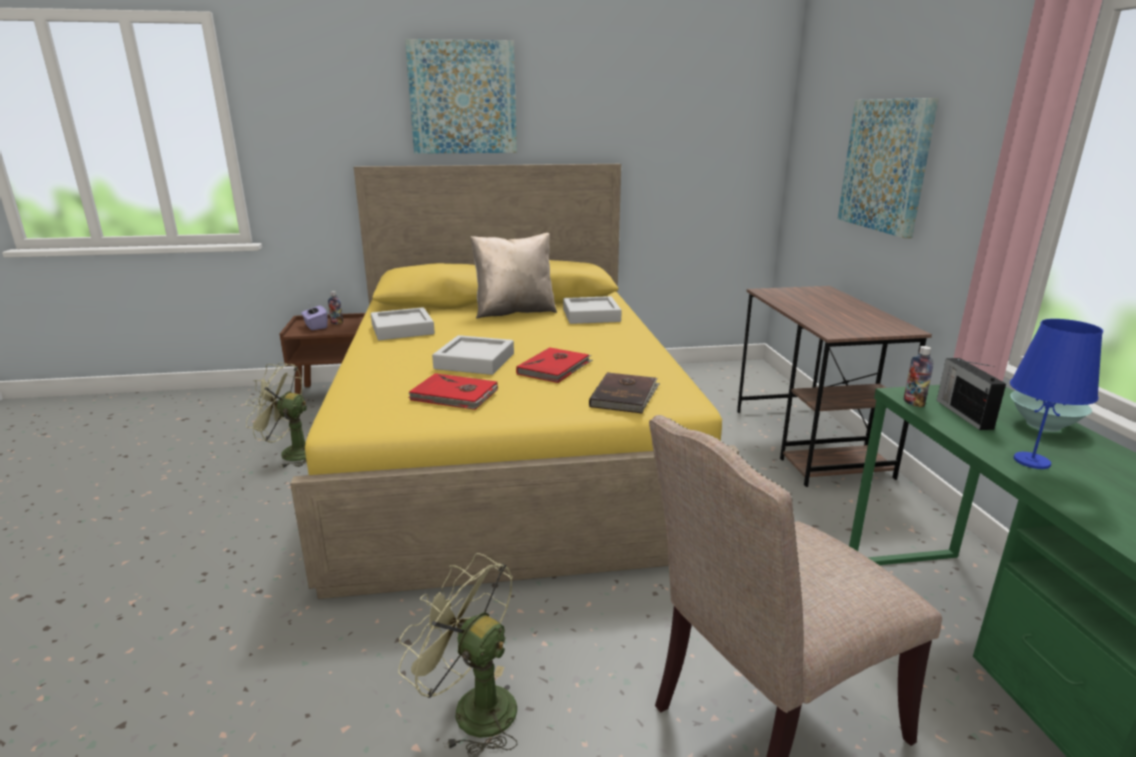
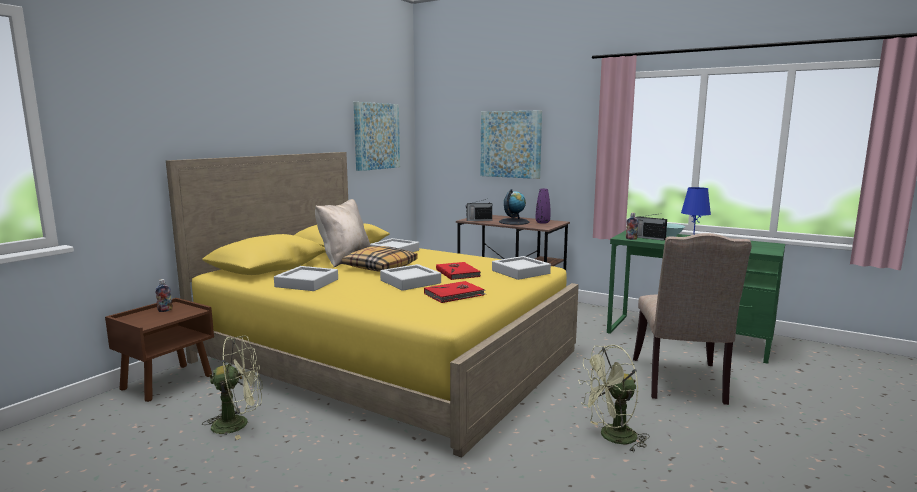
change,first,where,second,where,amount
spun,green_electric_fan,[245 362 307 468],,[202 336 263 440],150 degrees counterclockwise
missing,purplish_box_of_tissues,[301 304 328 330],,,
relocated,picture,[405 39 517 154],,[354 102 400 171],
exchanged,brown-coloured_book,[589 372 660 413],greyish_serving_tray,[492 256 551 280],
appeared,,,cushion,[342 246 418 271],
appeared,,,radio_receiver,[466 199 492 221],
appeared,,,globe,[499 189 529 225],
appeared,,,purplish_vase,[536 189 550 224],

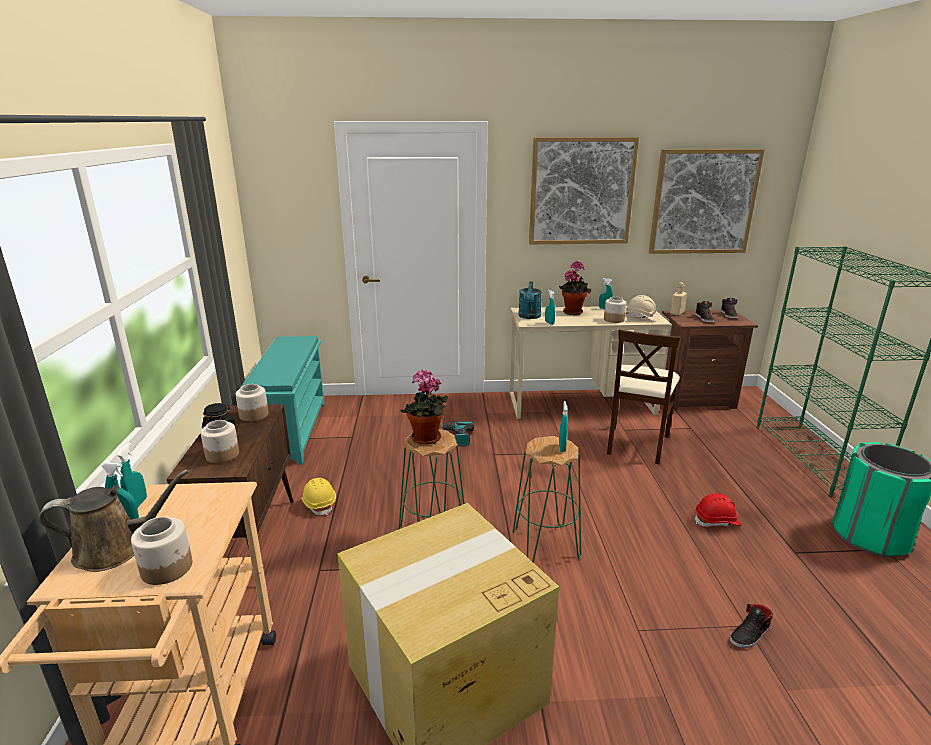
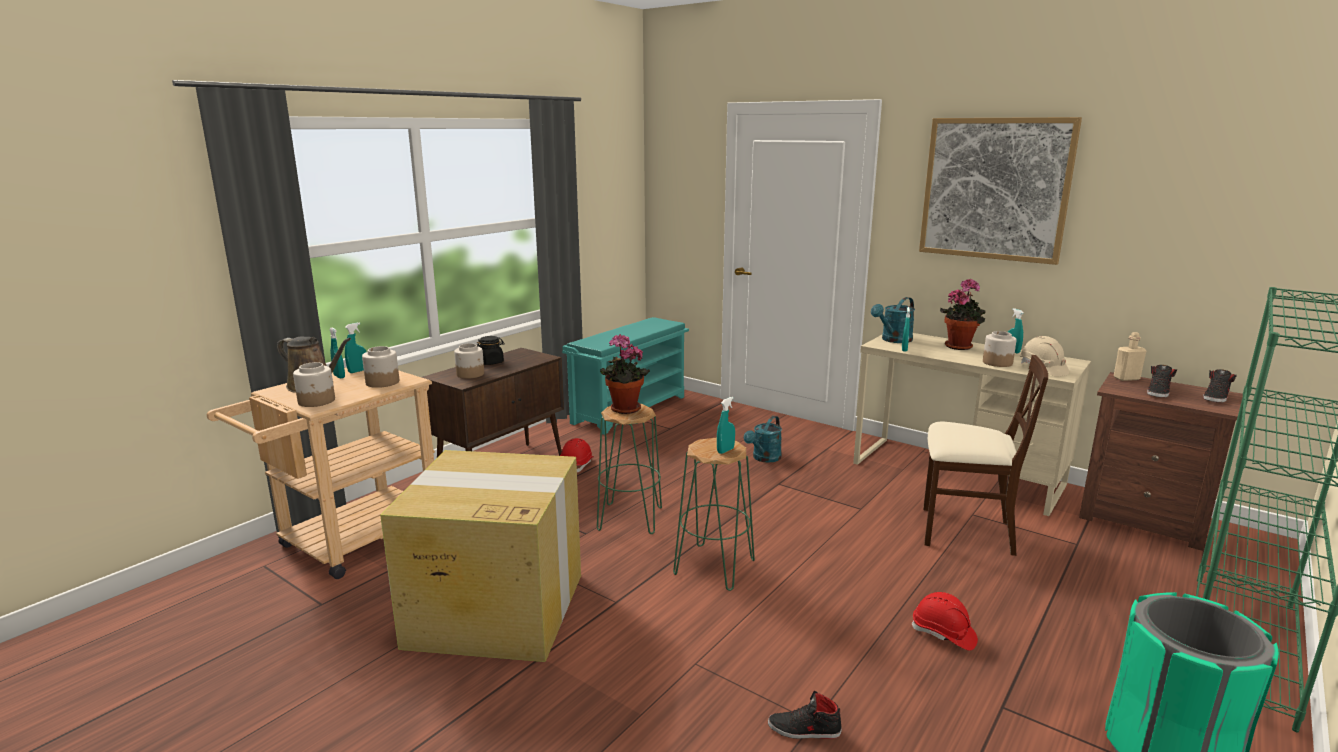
change,first,where,second,where,amount
relocated,jar,[236 384 269 422],,[362 346 399 388],
colour,yellow-coloured_safety_helmet,[301 478 336 516],red-coloured_safety_helmet,[560 438 594 472],
exchanged,electric_drill,[439 421 474 446],turquoise_watering_pot,[744 416 782 463],
spun,sand-coloured_chair,[607 329 680 464],,[923 355 1048 556],135 degrees counterclockwise
missing,picture,[649 149 765 254],,,

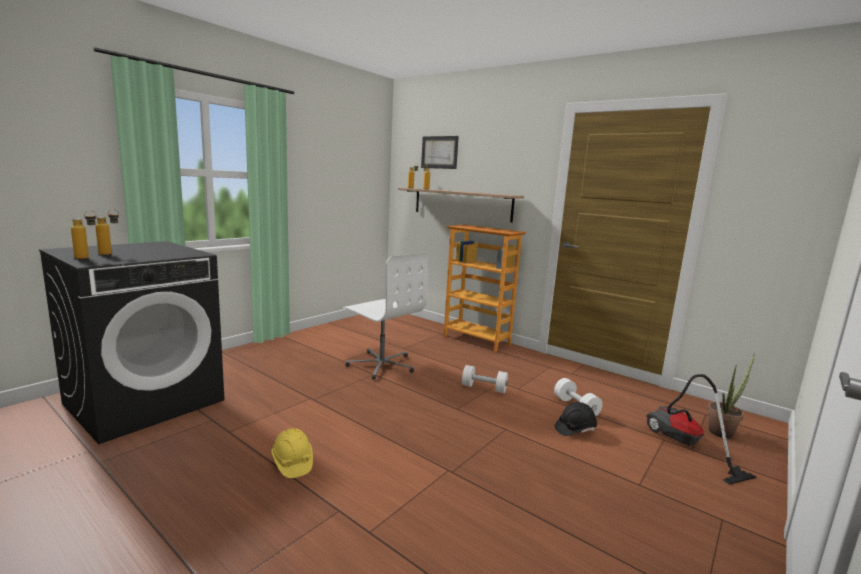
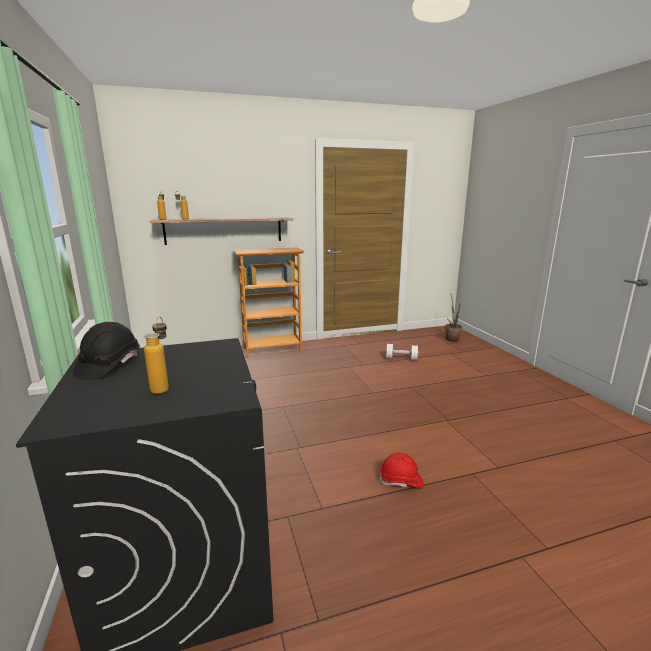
change,first,where,second,where,amount
missing,bottle,[71 211 97 259],,,
colour,yellow-coloured_safety_helmet,[271 428 313 478],red-coloured_safety_helmet,[379 453 424 488],
missing,white_desk_chair,[343 252 428 379],,,
missing,picture,[421 136 459 169],,,
missing,white_free_weight,[462 365 508 393],,,
relocated,black_safety_helmet,[554 402 597 436],,[73 322 140 380],
missing,vacuum,[646 374 757 485],,,

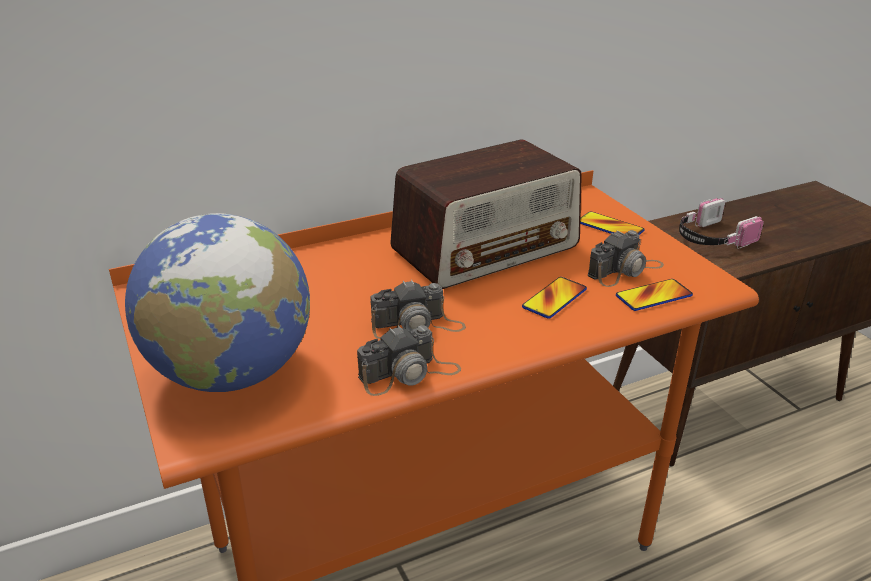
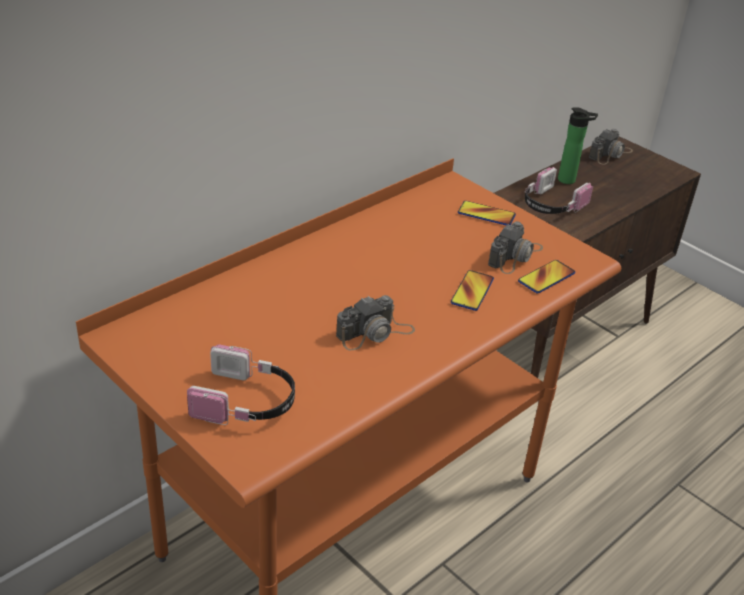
change,first,where,second,where,amount
exchanged,globe,[125 213 310 392],headset,[187 344 295 425],
relocated,still_camera,[357 325 461 396],,[589 129 633 165],
missing,radio_receiver,[390 139 582 289],,,
appeared,,,bottle,[558 107 598 184],

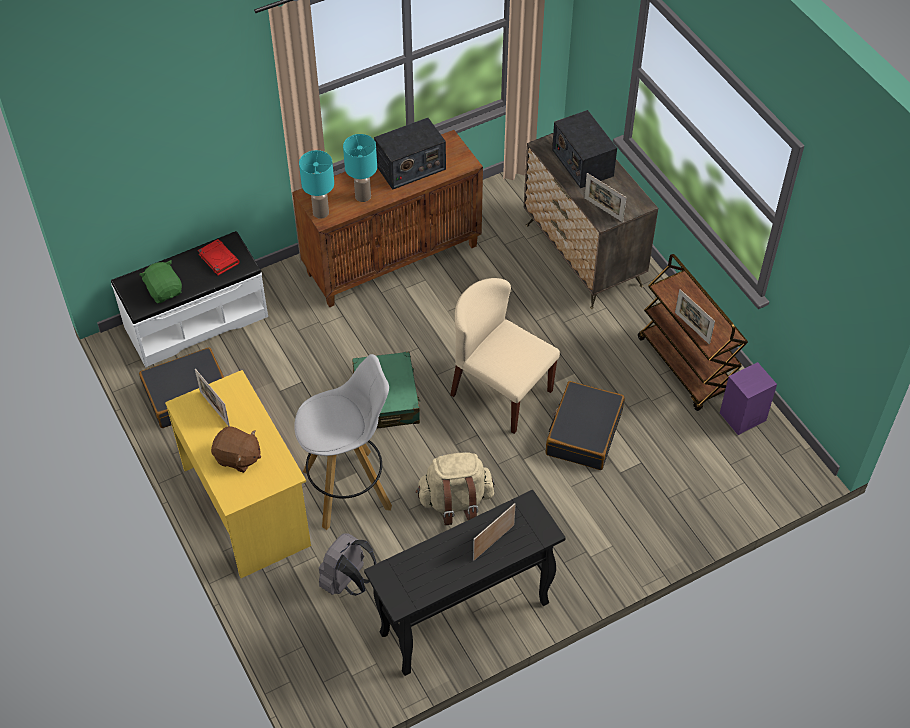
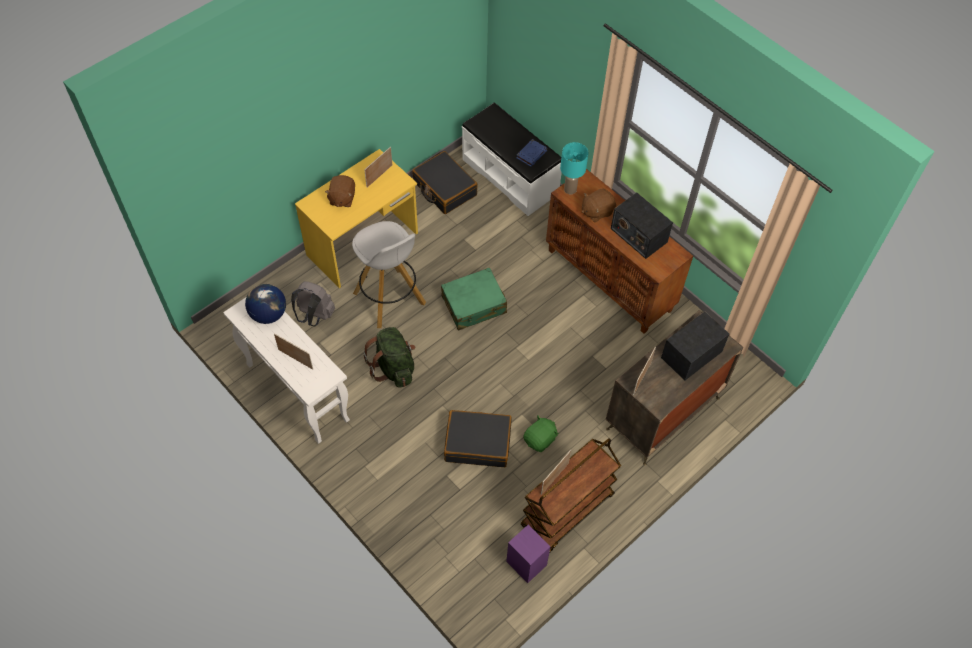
change,first,where,second,where,amount
relocated,green_soft_toy,[139 260 182 304],,[523 415 559 452],
colour,red-coloured_book,[198 239 239 275],blue-coloured_book,[516 139 548 167],
exchanged,turquoise_table_lamp,[343 134 377 202],brown-coloured_soft_toy,[582 188 616 222],
colour,black_narrow_table,[364 490 566 676],white_narrow_table,[223 297 350 444],
colour,sand-coloured_knapsack,[416 452 494 525],green_knapsack,[363 327 415 388],
missing,sand-coloured_chair,[450 278 560 434],,,
appeared,,,globe,[245 284 286 324],

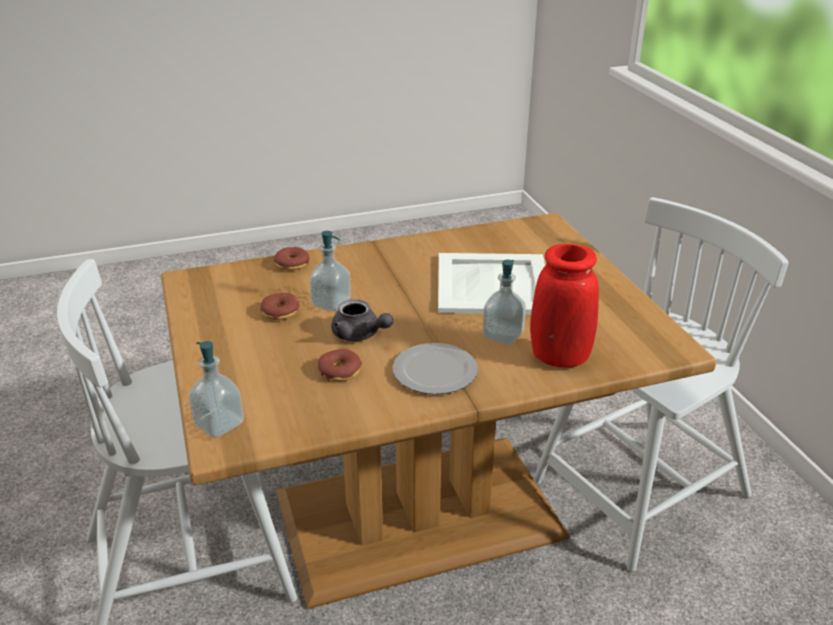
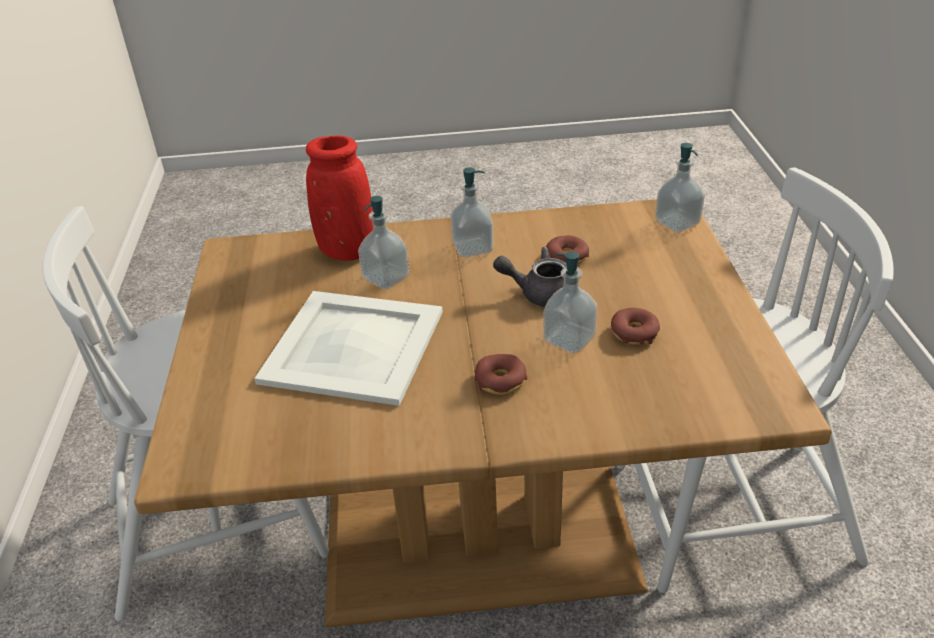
change,first,where,second,where,amount
relocated,doughnut,[274 247 309 271],,[475 354 527 395],
spun,greyish_tea_pot,[331 299 394 341],,[493 247 567 307],45 degrees counterclockwise
exchanged,flat_dish,[393 343 478 394],liquid_soap_bottle,[450 167 493 257],

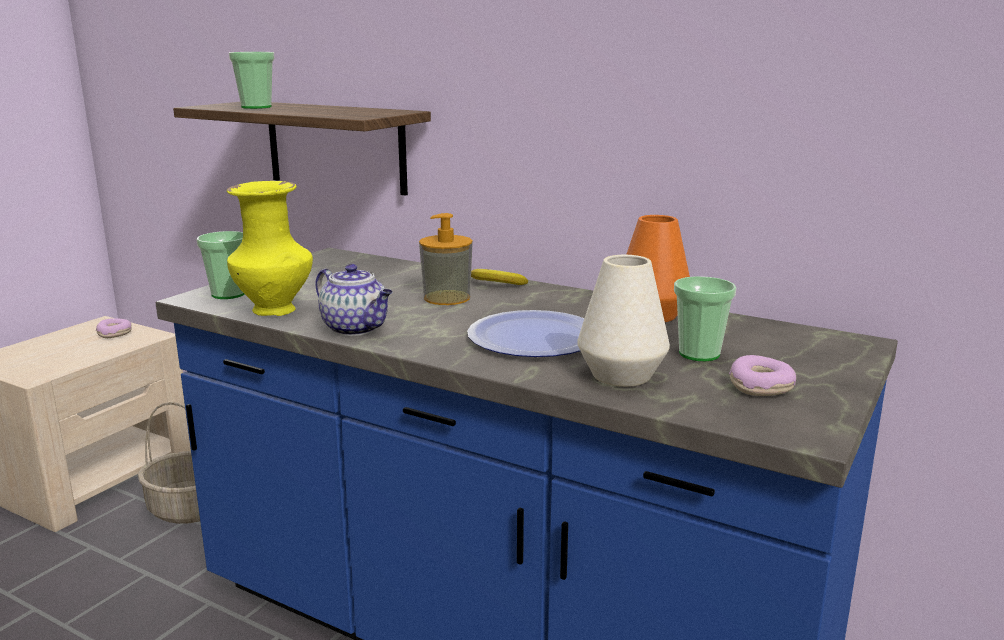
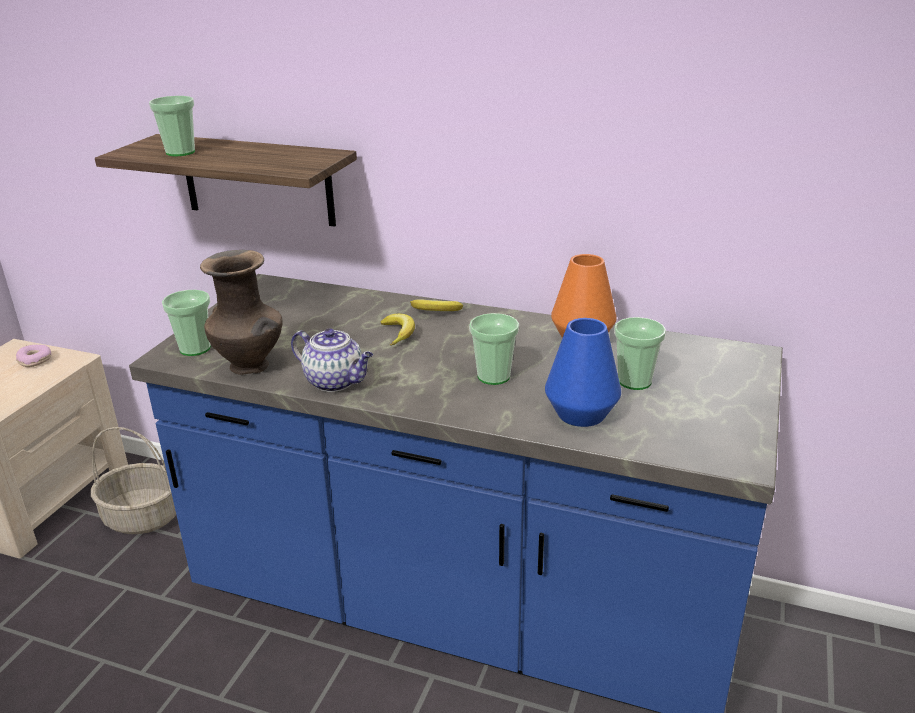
change,first,where,second,where,amount
colour,yellow-coloured_vase,[227 181 313 316],brown-coloured_vase,[200 250 283 375],
exchanged,liquid_soap_bottle,[419 213 473 305],whole_banana,[381 314 415 346],
exchanged,flat_dish,[467 310 584 357],small_cup,[469 313 519 385],
colour,white_vase,[577 255 670 387],blue-coloured_vase,[545 318 621 427],
missing,doughnut,[729 355 796 396],,,

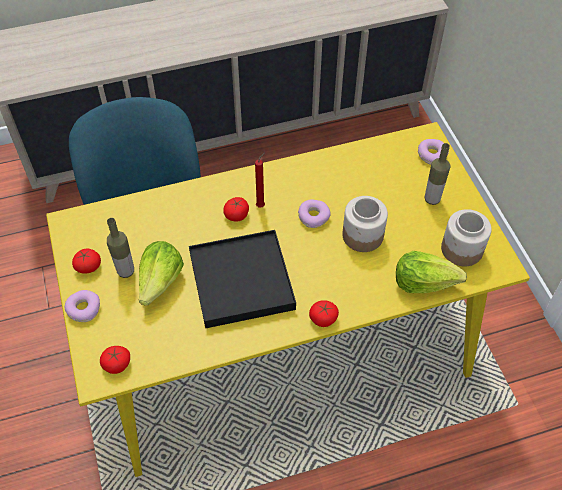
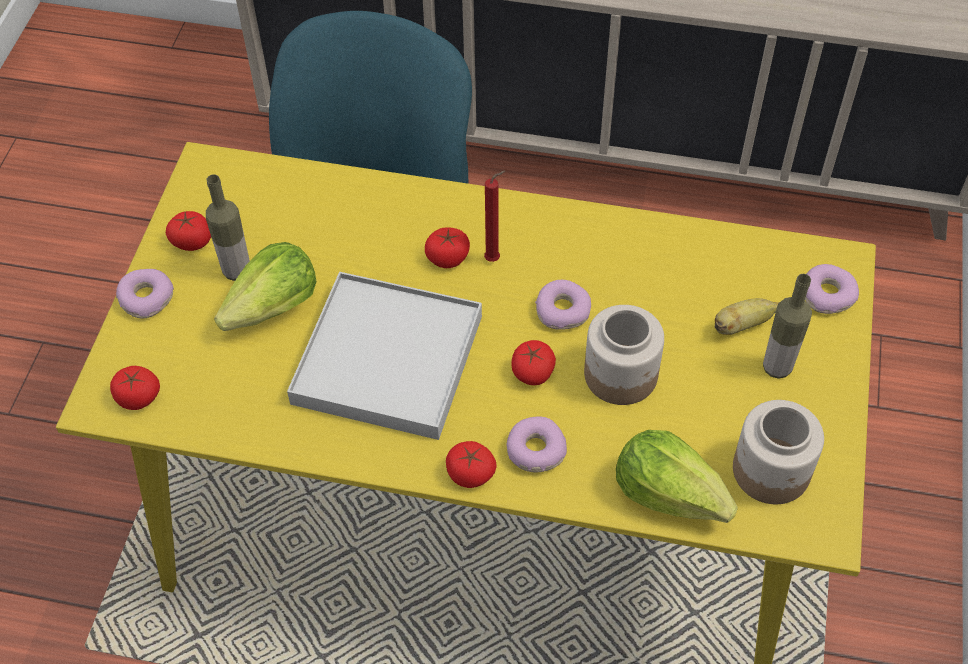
change,first,where,second,where,amount
colour,black_serving_tray,[189 230 296 328],white_serving_tray,[287 272 482 440],
appeared,,,doughnut,[507 417 567 472],
appeared,,,whole_tomato,[511 340 556 385],
appeared,,,whole_banana,[715 298 779 335],

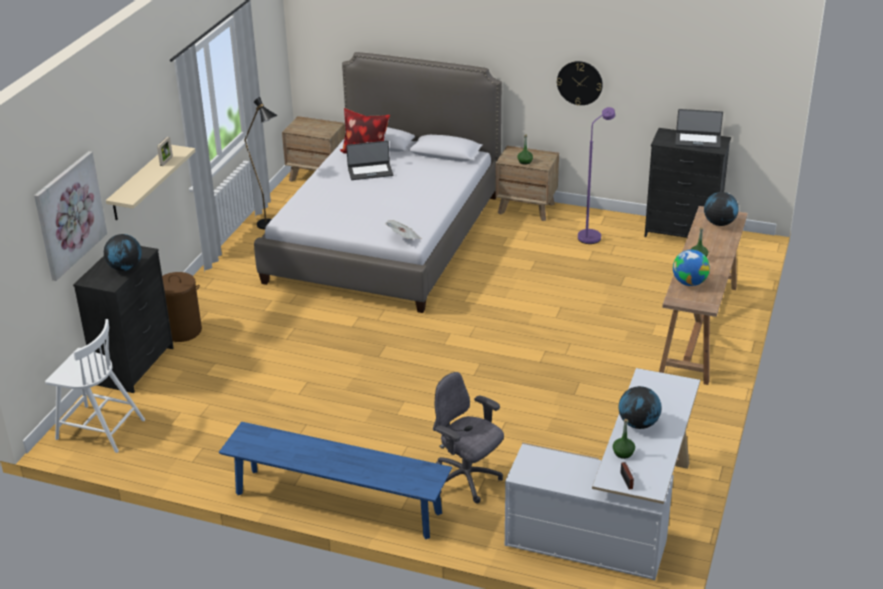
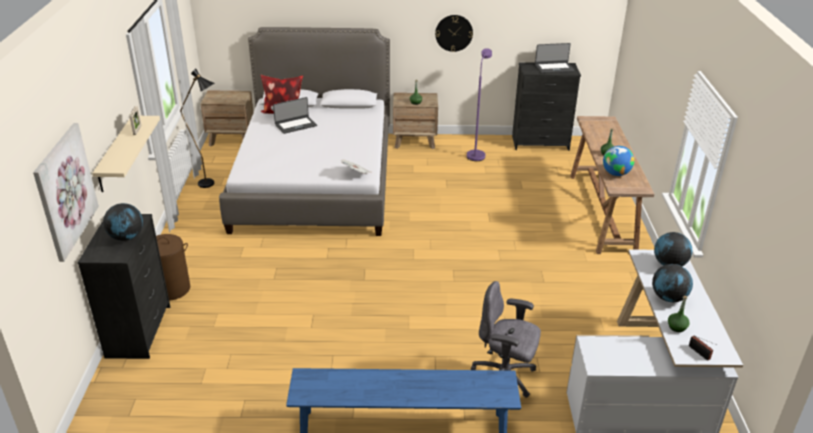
change,first,where,second,where,amount
missing,white_chair,[45 319 145 453],,,
relocated,globe,[704 192 739 226],,[654 232 692 266],

